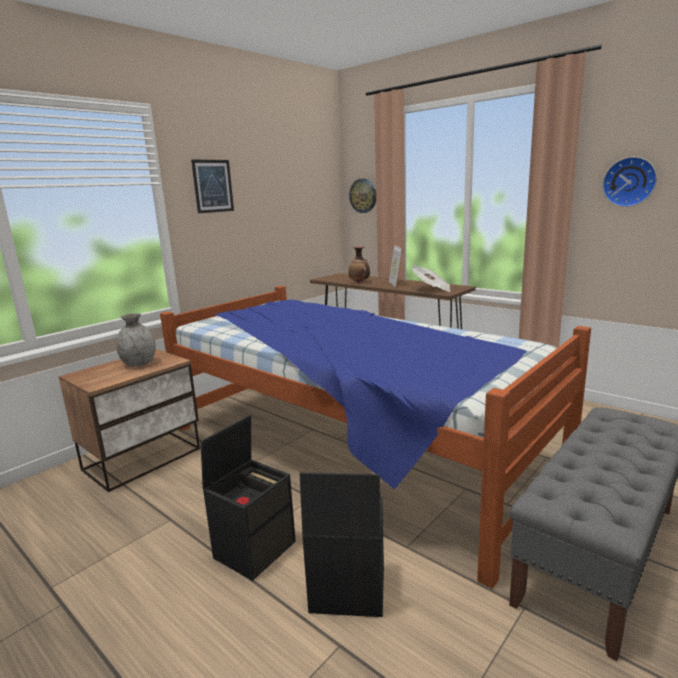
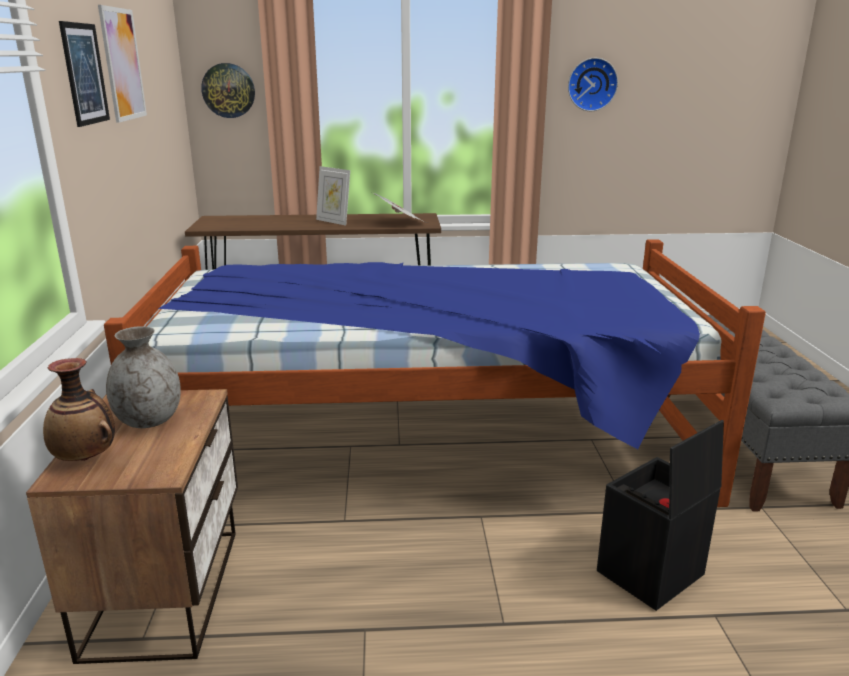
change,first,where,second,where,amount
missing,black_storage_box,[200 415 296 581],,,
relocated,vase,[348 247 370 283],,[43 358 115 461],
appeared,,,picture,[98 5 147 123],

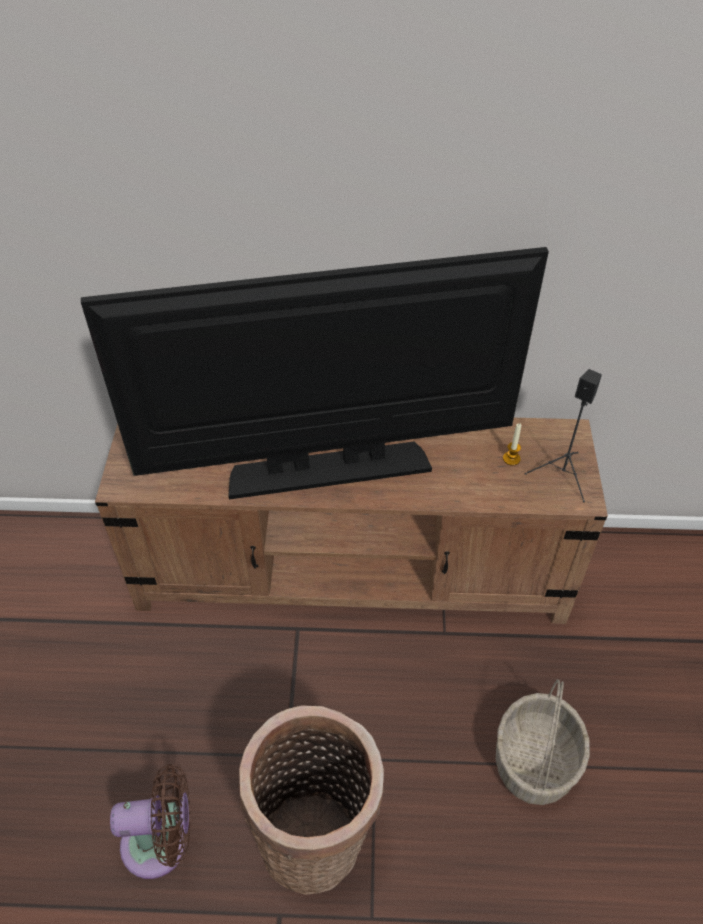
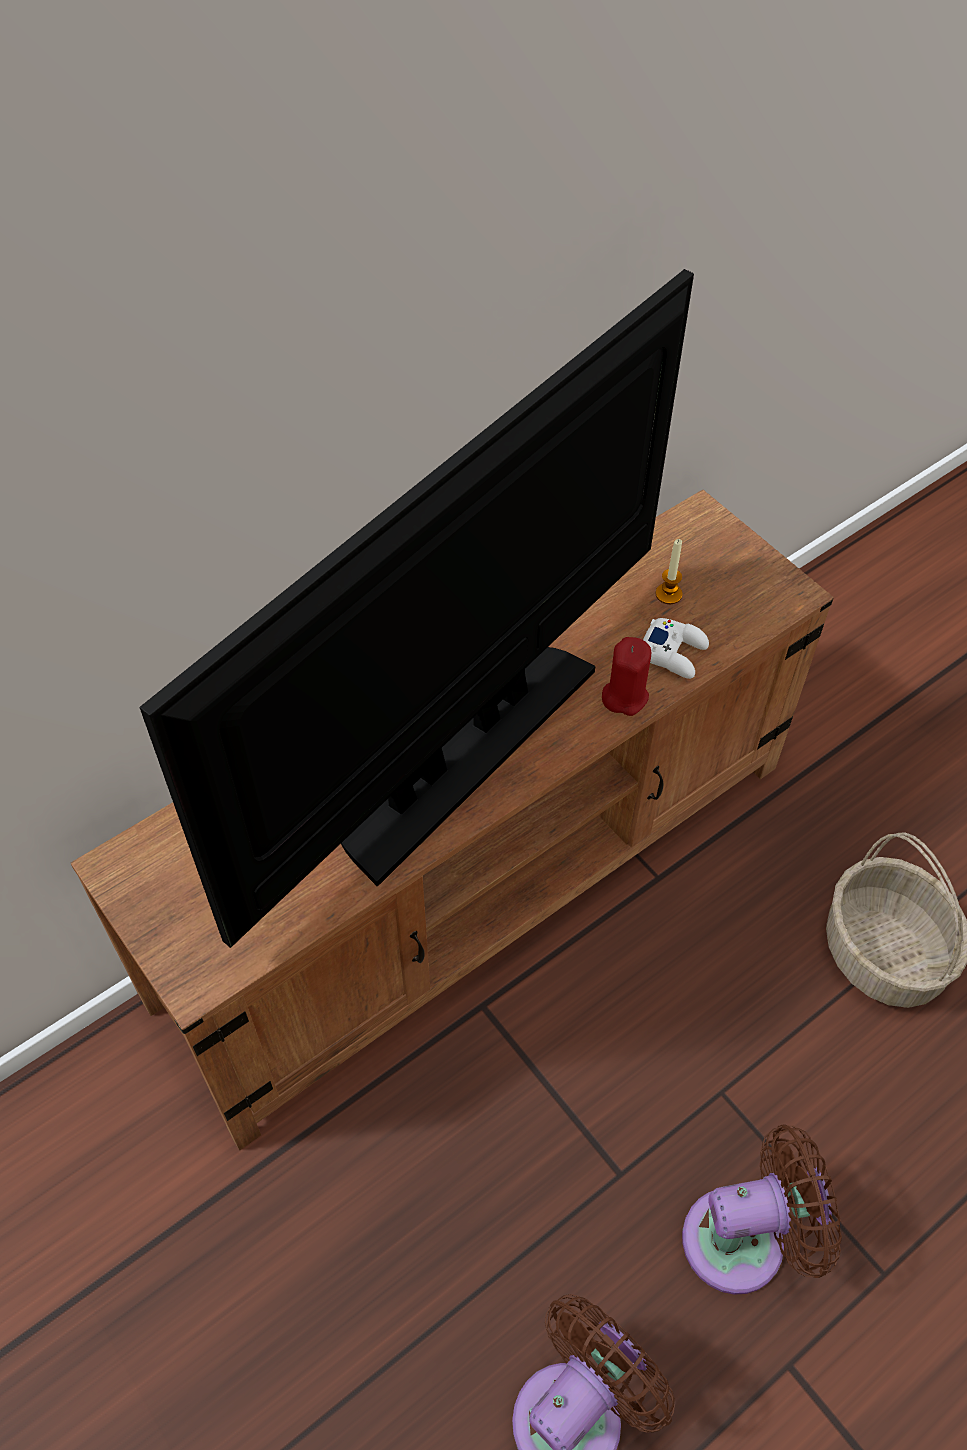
change,first,where,second,where,amount
exchanged,basket,[238 705 385 895],brown-coloured_electric_fan,[682 1124 842 1295],
missing,black_speaker,[525 369 602 502],,,
appeared,,,red-coloured_wax_light,[602 637 651 716],
appeared,,,white_gamepad,[643 618 709 679],

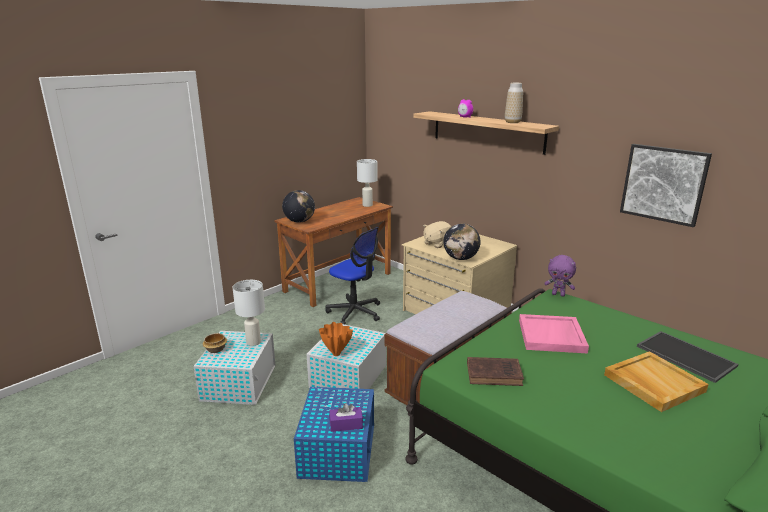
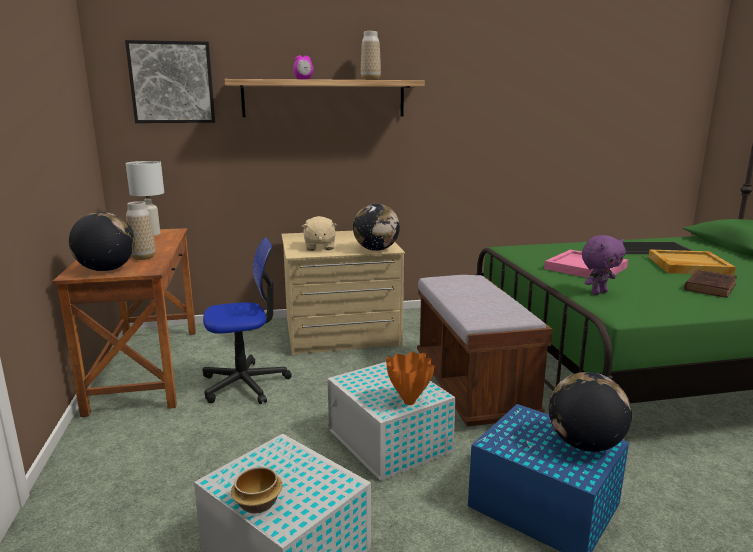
change,first,where,second,where,amount
missing,white_table_lamp,[233 280 265 346],,,
exchanged,purplish_box_of_tissues,[329 403 363 432],globe,[549 372 632 452],
relocated,brown-coloured_book,[467 357 524 386],,[684 270 737 298],
relocated,purplish_soft_toy,[544 255 576 296],,[582 235 625 295],
relocated,picture,[620 144 712 227],,[125 40 215 123],
appeared,,,vase,[126 201 155 260],

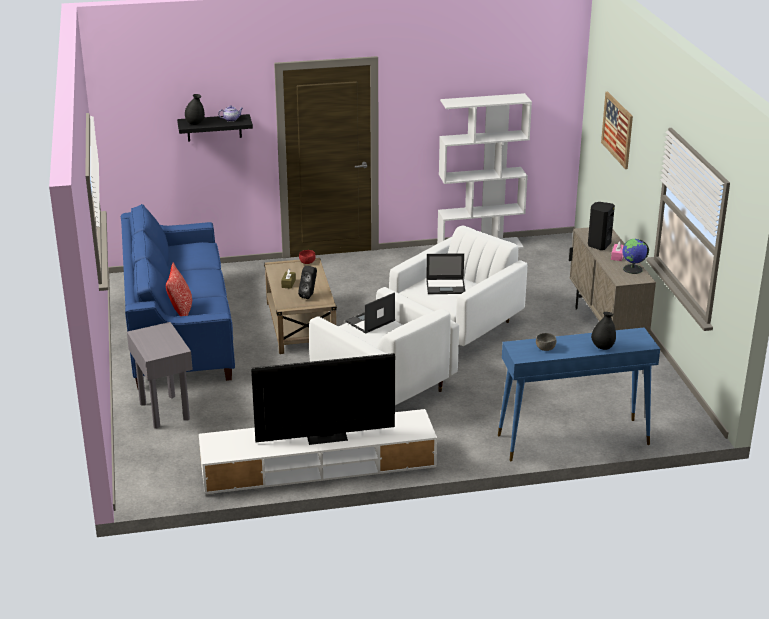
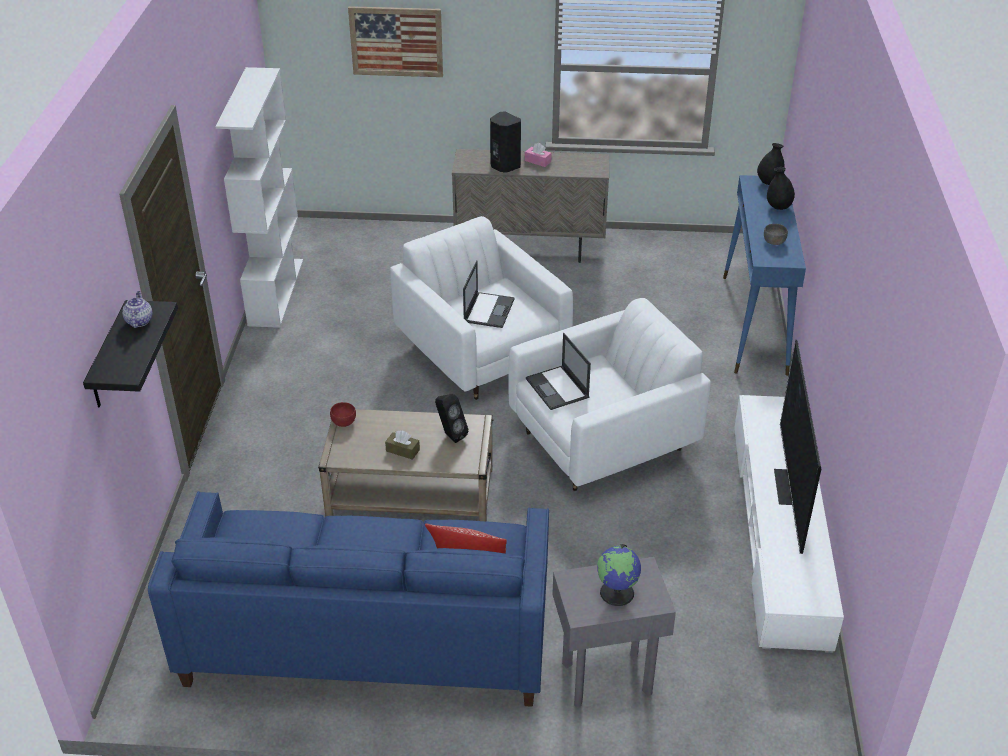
change,first,where,second,where,amount
relocated,black_vase,[185 94 205 125],,[757 143 785 185],
relocated,globe,[622 239 649 274],,[597 544 642 606],

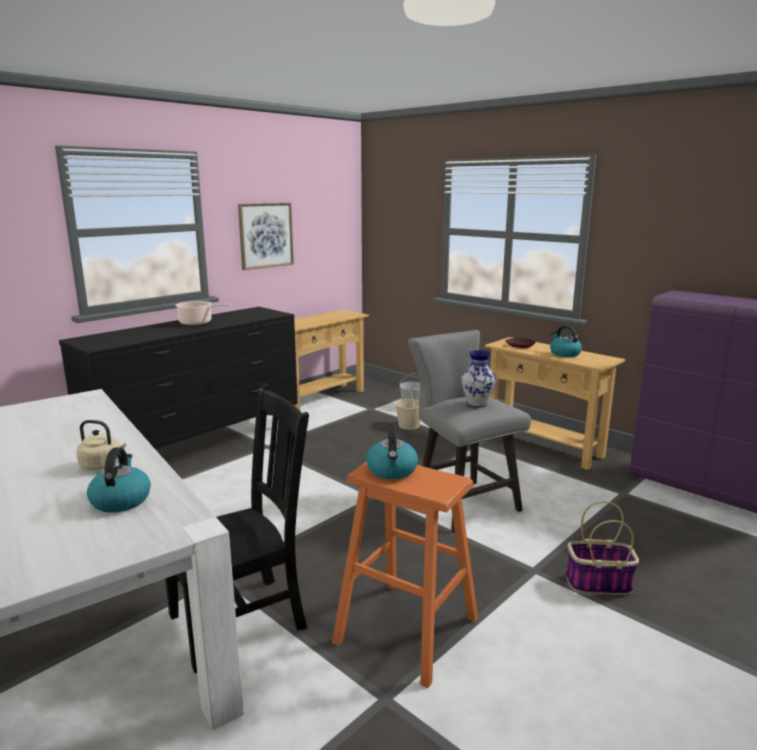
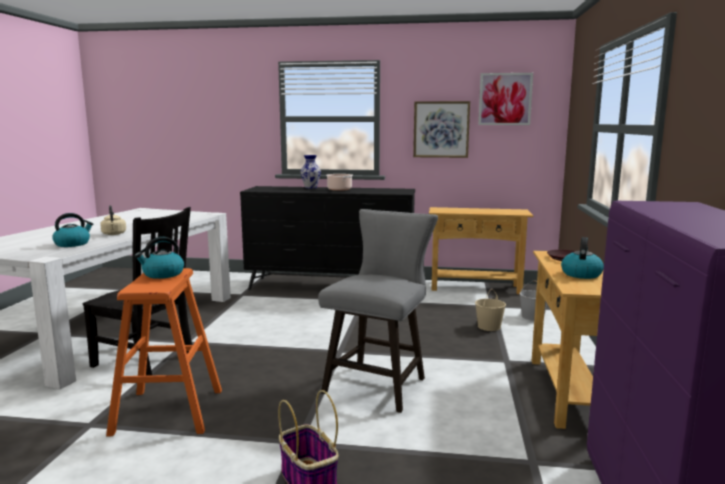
change,first,where,second,where,amount
relocated,vase,[461 350 496 408],,[300 155 321 188],
appeared,,,picture,[478 73 533 125],

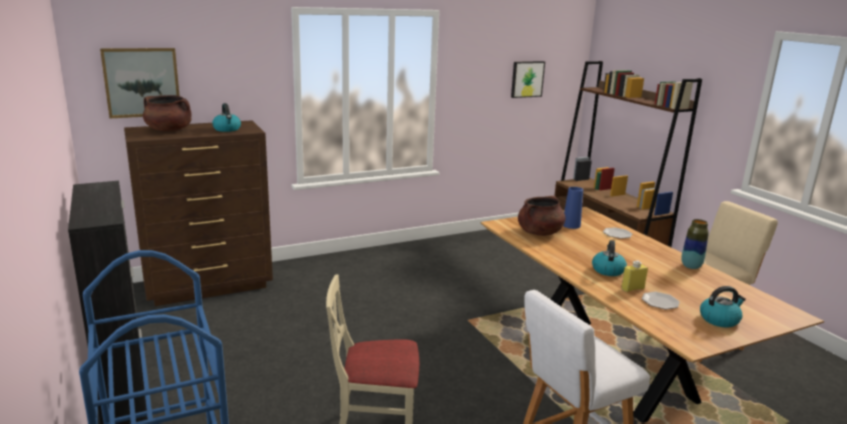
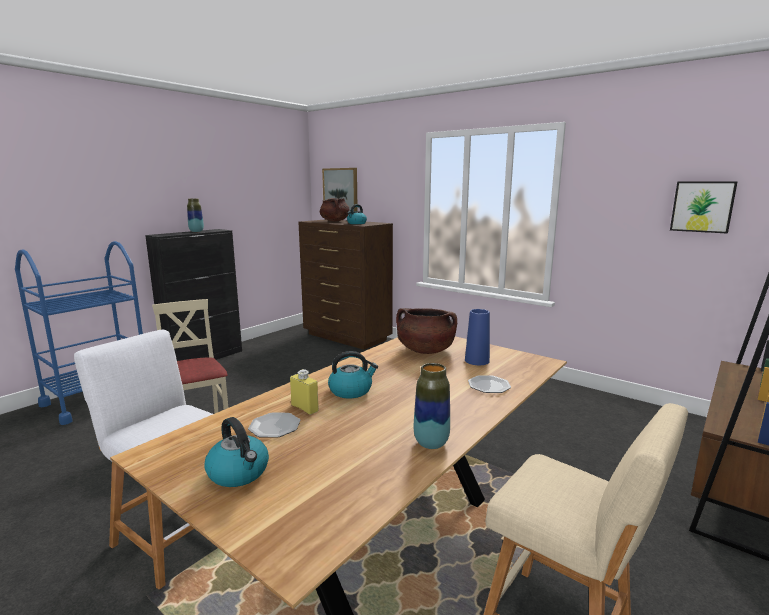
change,first,where,second,where,amount
appeared,,,vase,[187 198 204 232],

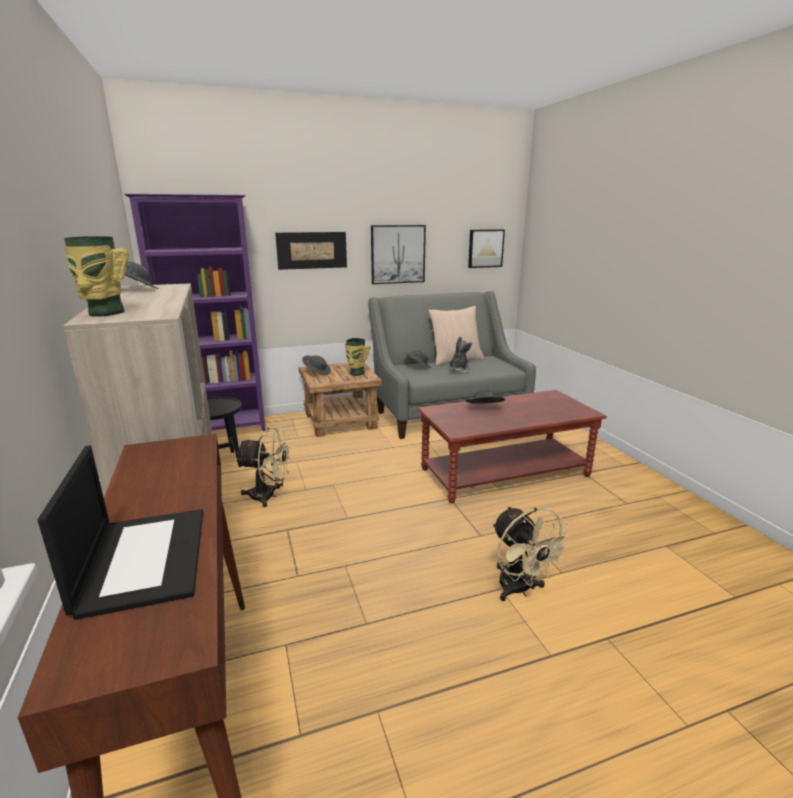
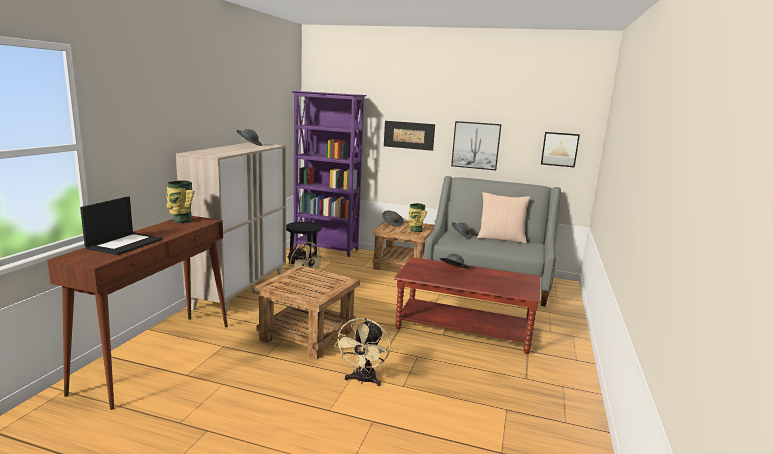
change,first,where,second,where,amount
relocated,vase,[64 236 129 317],,[166 180 195 223],
missing,soft_toy,[448 336 472 374],,,
appeared,,,brown-coloured_end_table,[252 265 360 359],

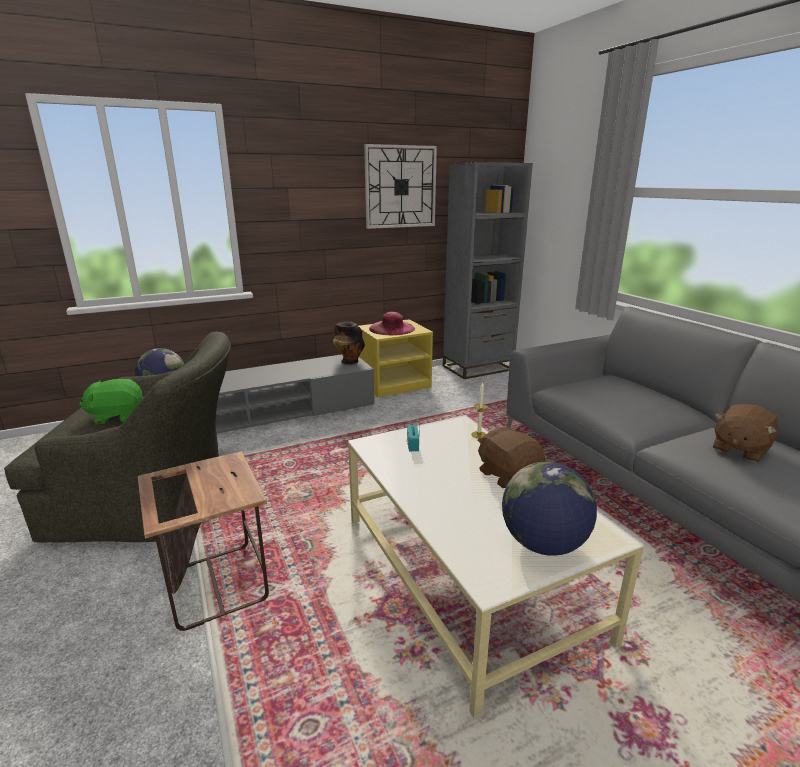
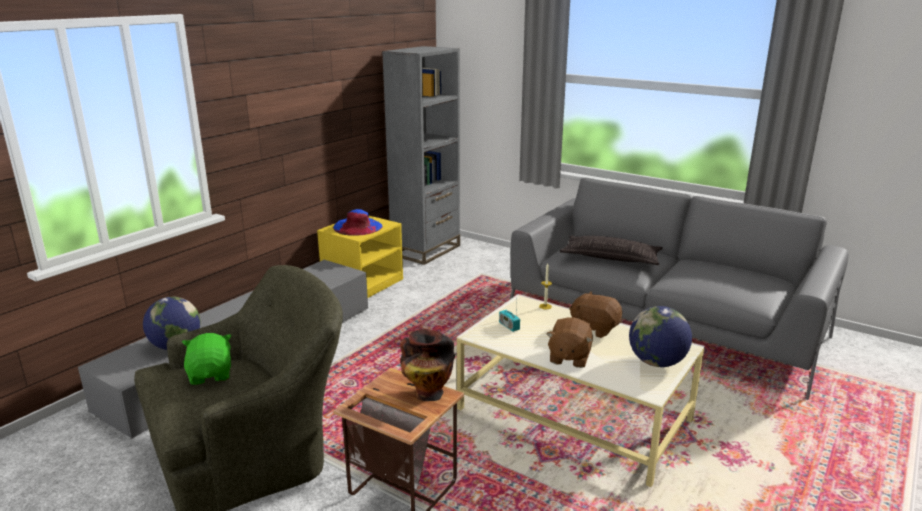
change,first,where,second,where,amount
spun,green_soft_toy,[79 379 143 424],,[182 333 232 385],120 degrees clockwise
relocated,vase,[333 322 365 365],,[400 329 455 401],
missing,hanging_clock,[364 144 437 229],,,
colour,pink_wearable_hat,[369 312 415 335],blue-coloured_wearable_hat,[333 209 383 236],
relocated,brown-coloured_soft_toy,[713 404 778 462],,[546 317 593 368],
appeared,,,cushion,[560 236 663 265],

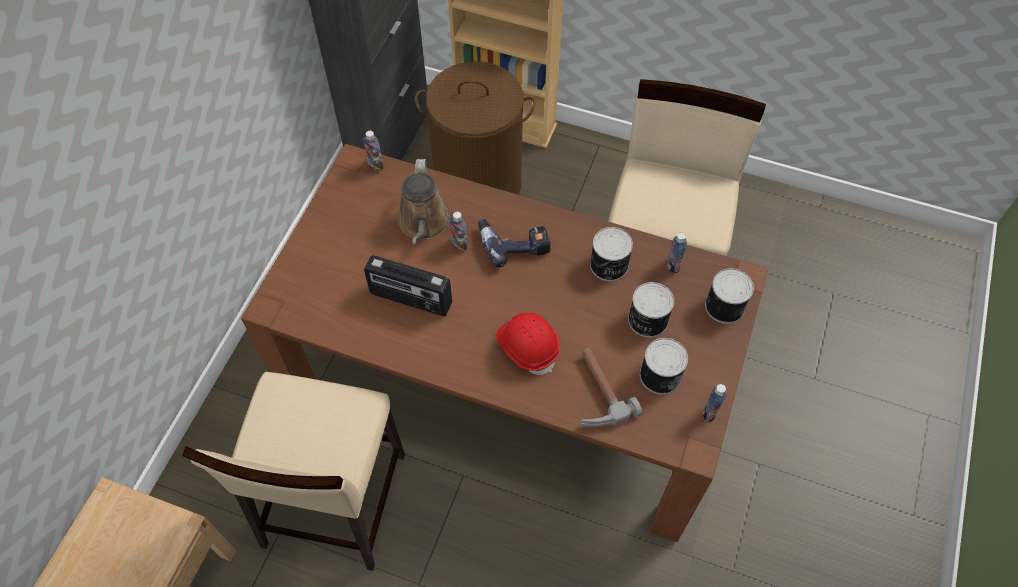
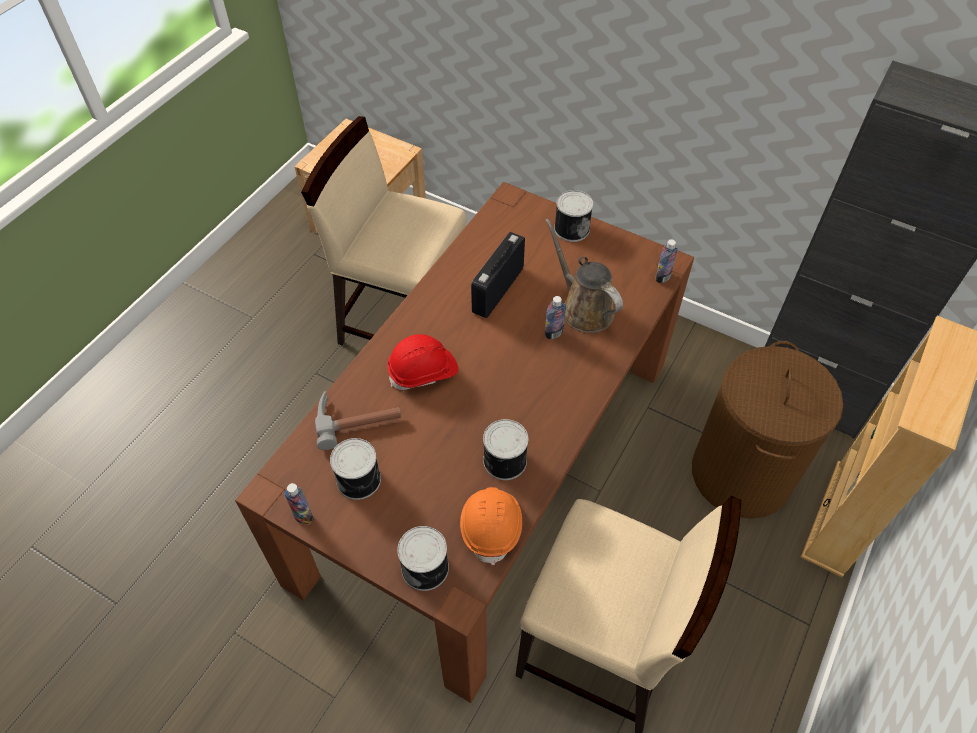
change,first,where,second,where,amount
spun,brown-coloured_watering_pot,[398 159 450 244],,[545 219 623 333],45 degrees clockwise
missing,electric_drill,[478 219 551 267],,,
relocated,sealed_can,[628 282 674 338],,[554 190 593 242],
exchanged,bottle,[667 233 687 273],orange_safety_helmet,[460 487 522 565],

